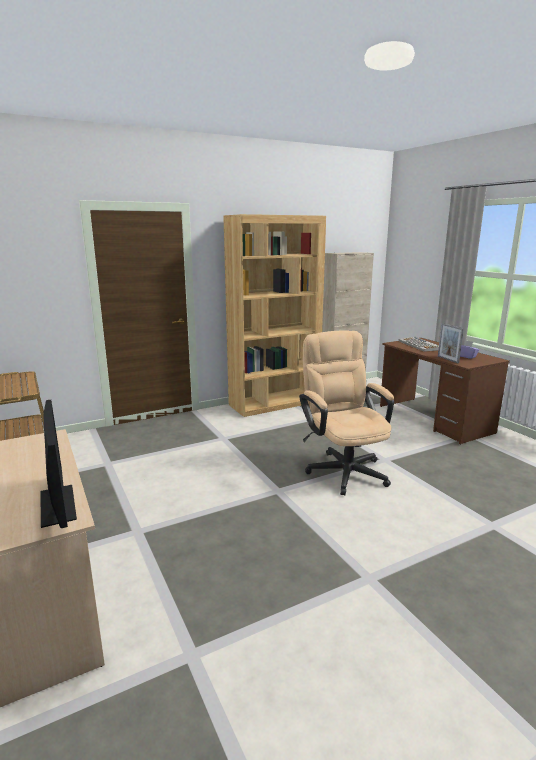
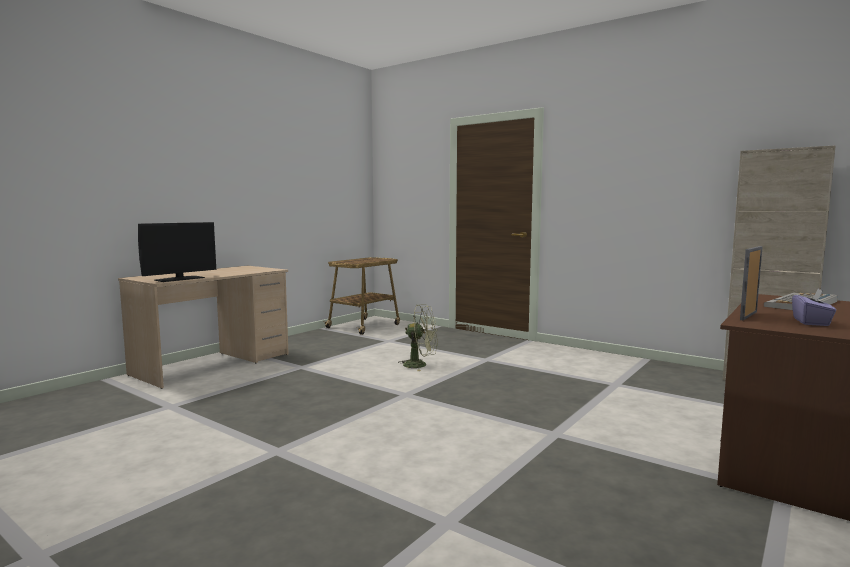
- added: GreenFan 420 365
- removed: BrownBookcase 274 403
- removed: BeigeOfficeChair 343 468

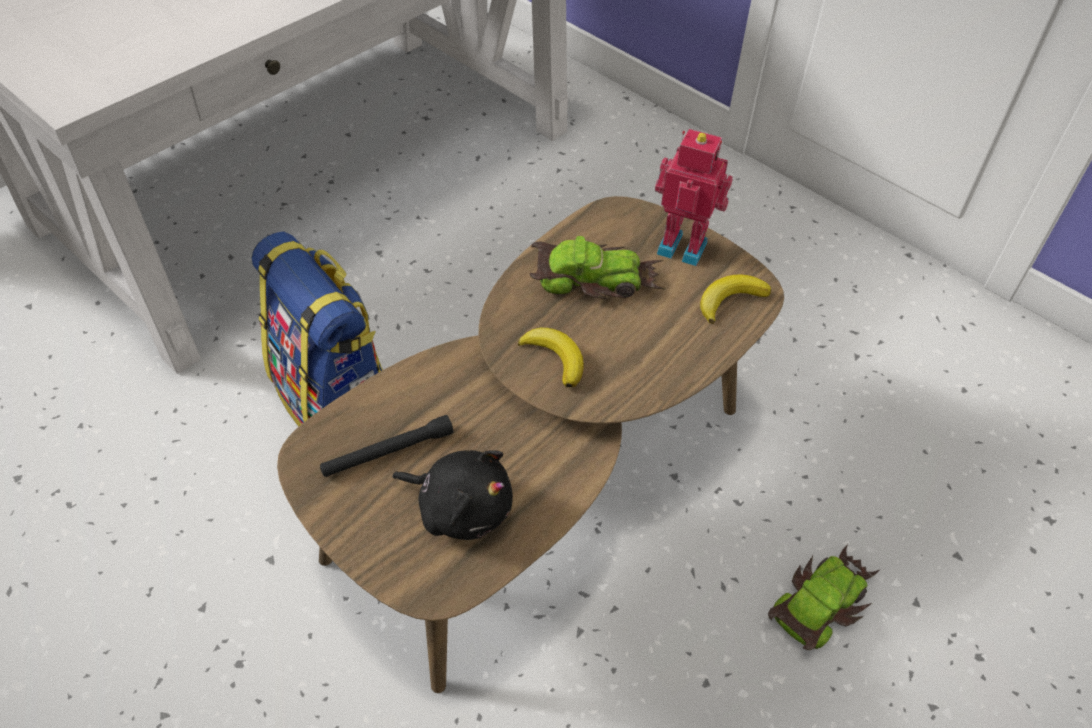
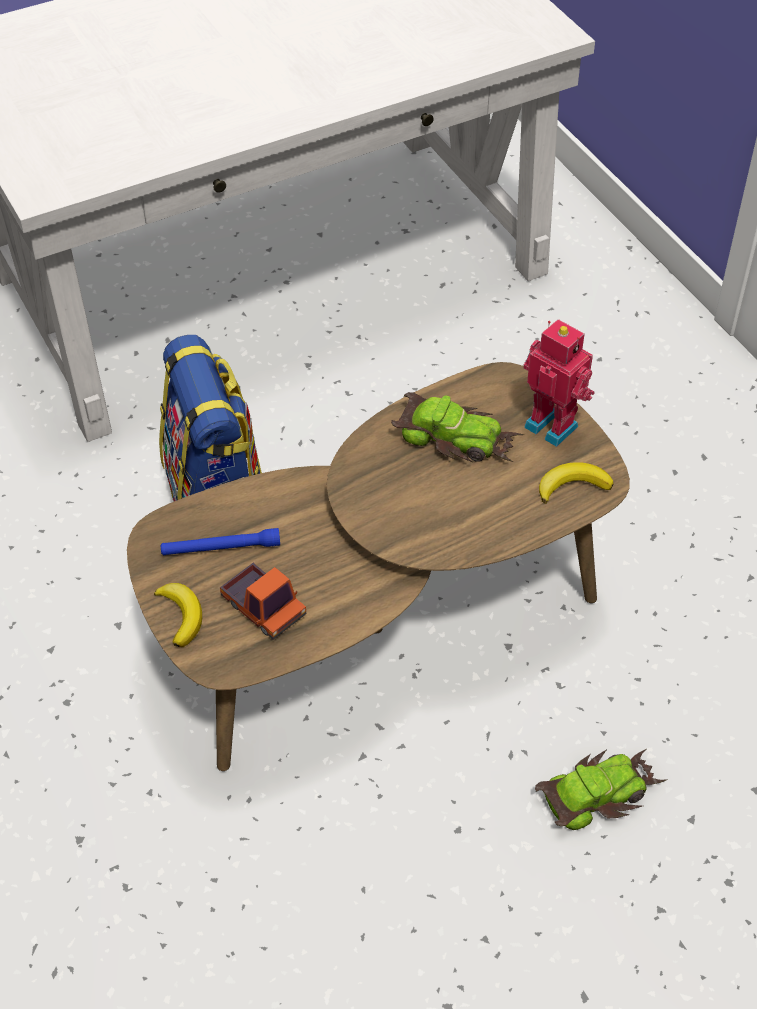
- moved: Banana 555 358 to 181 615
- recoloured: BlackFlashlight 388 452 to BlueFlashlight 221 548
- replaced: BlackPlushToy 461 508 to ToyTruck 263 608

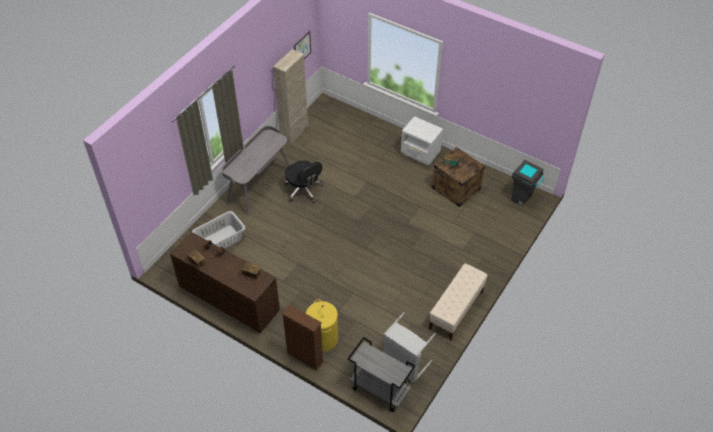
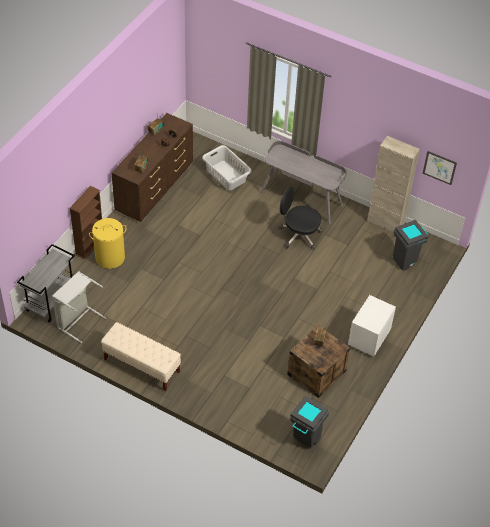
- turned: BlackOfficeChair 304 190 = 299 235 60 degrees clockwise
- added: GreyTrashCan 406 261

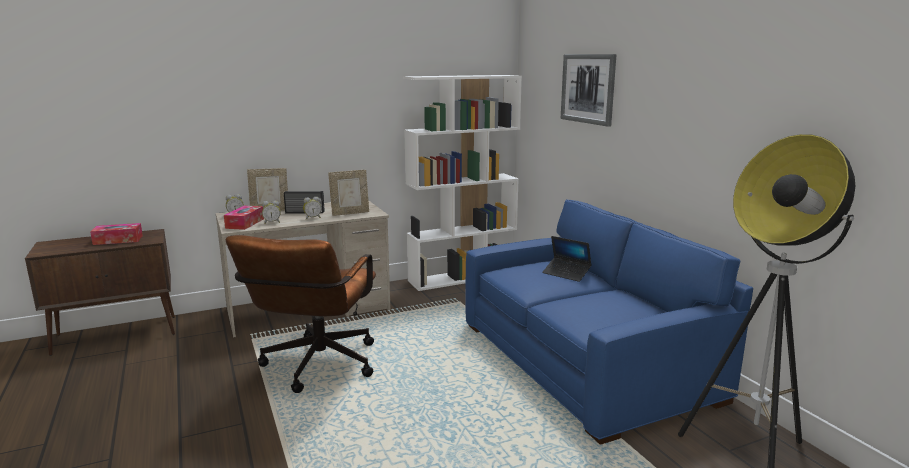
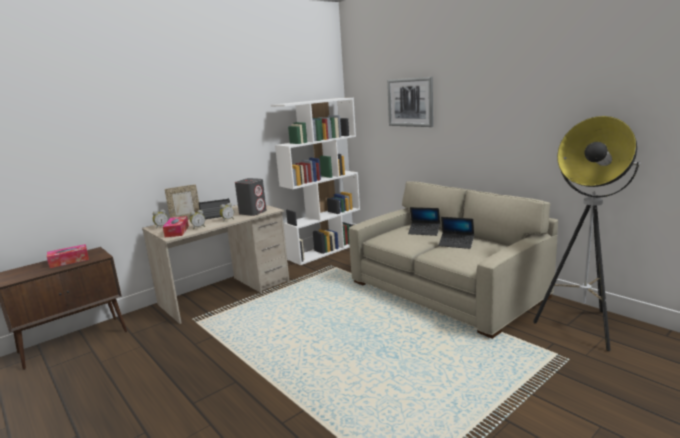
- replaced: PictureFrame 350 213 to GreySpeaker 253 212
- recoloured: BlueSofa 586 360 to BeigeSofa 447 289
- added: Laptop 456 244
- removed: BrownOfficeChair 316 368

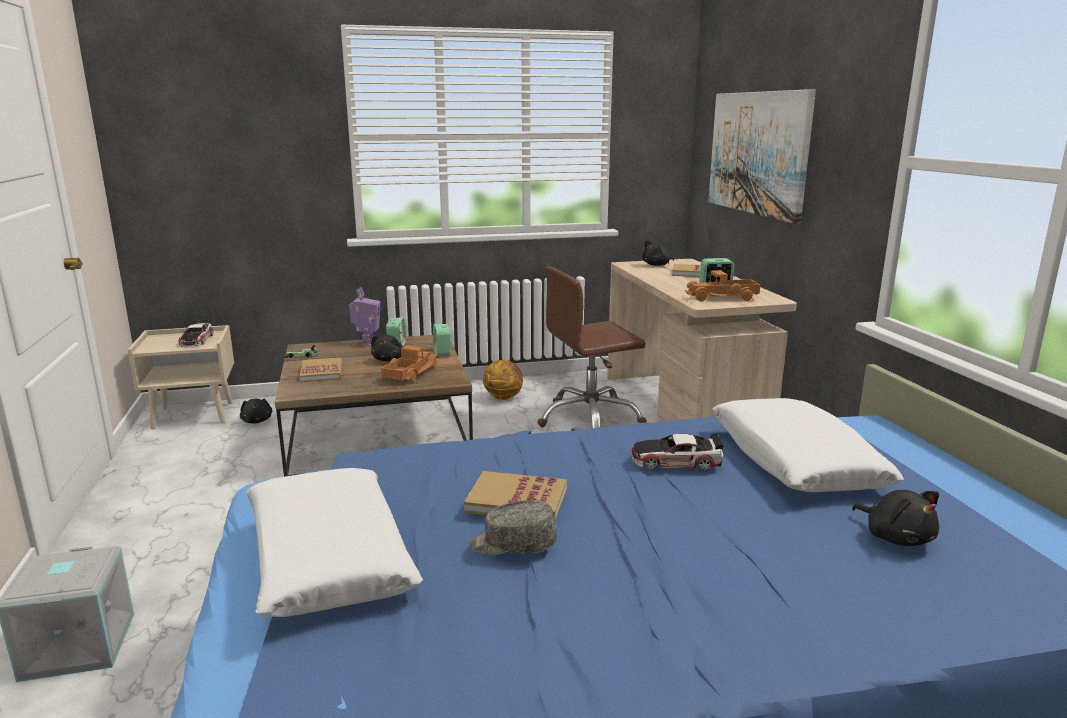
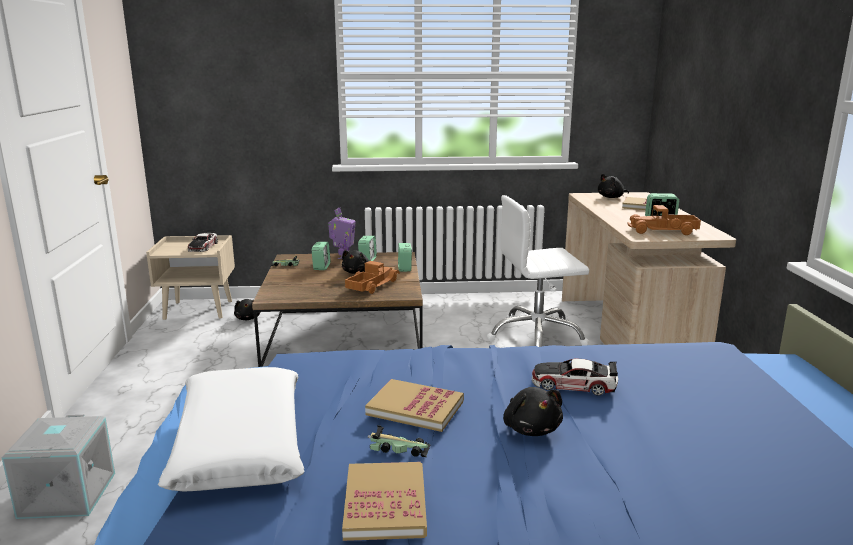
- added: AlarmClock 321 267
- moved: Book 321 372 to 385 504
- replaced: GreyCap 513 545 to ToyCar 398 448
- recoloured: BrownOfficeChair 590 419 to WhiteOfficeChair 536 337
- moved: BlackPlushToy 896 537 to 531 428
- removed: Basketball 503 397
- removed: Picture 758 153
- removed: WhitePillow 795 462

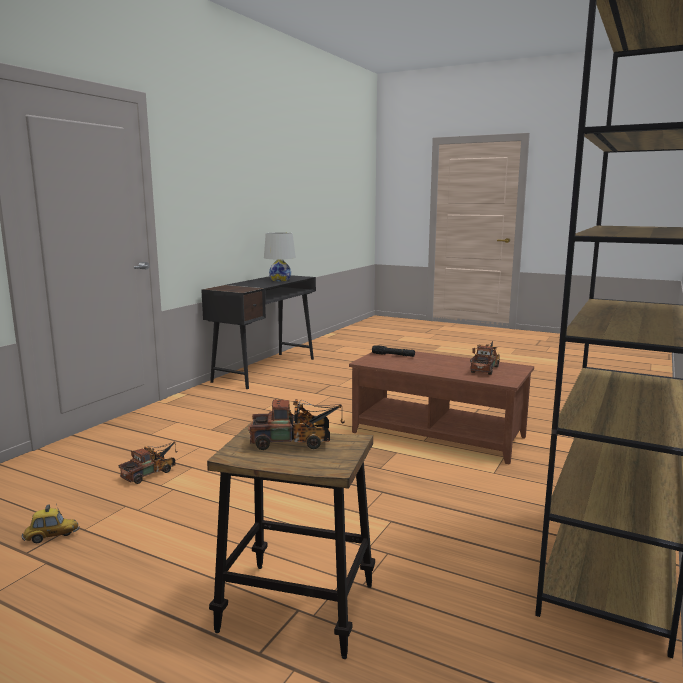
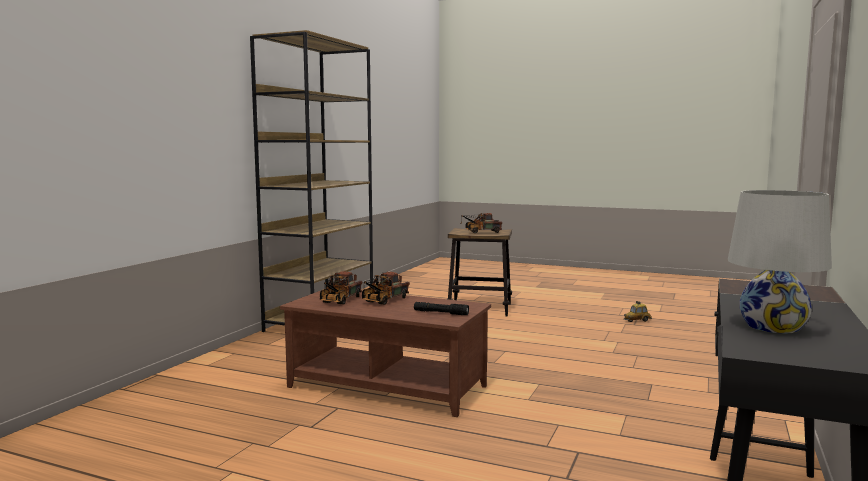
- moved: ToyTruck 152 473 to 383 301

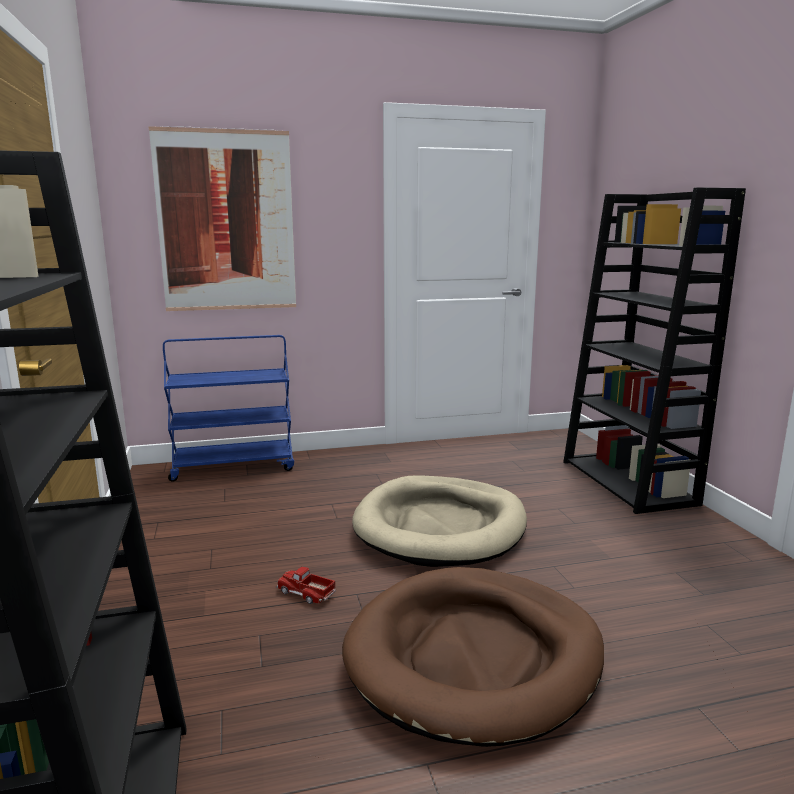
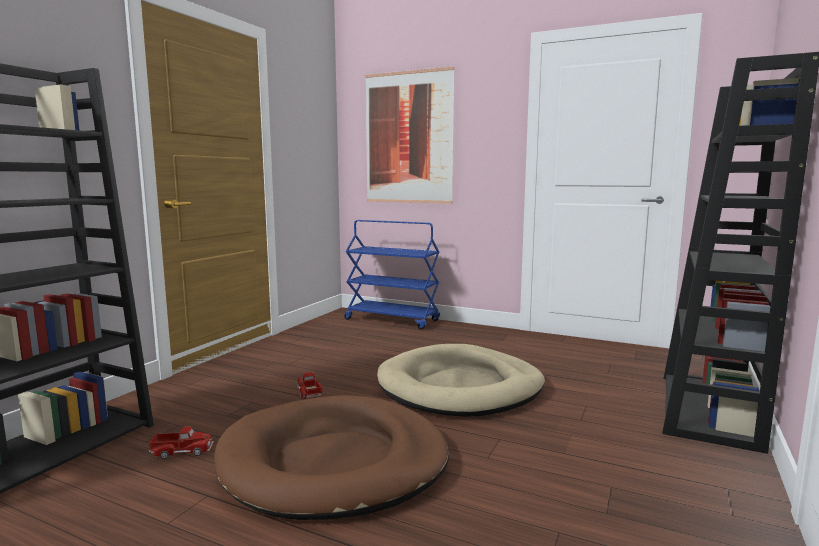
- added: ToyTruck 182 451

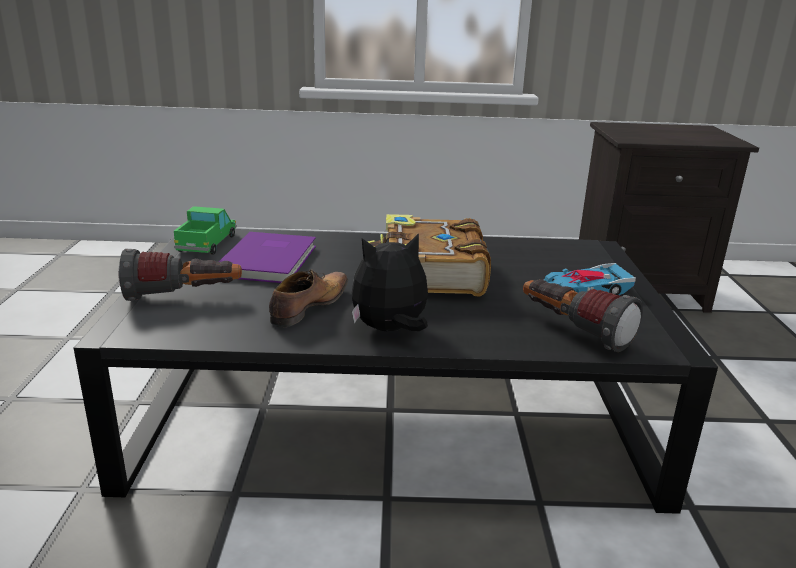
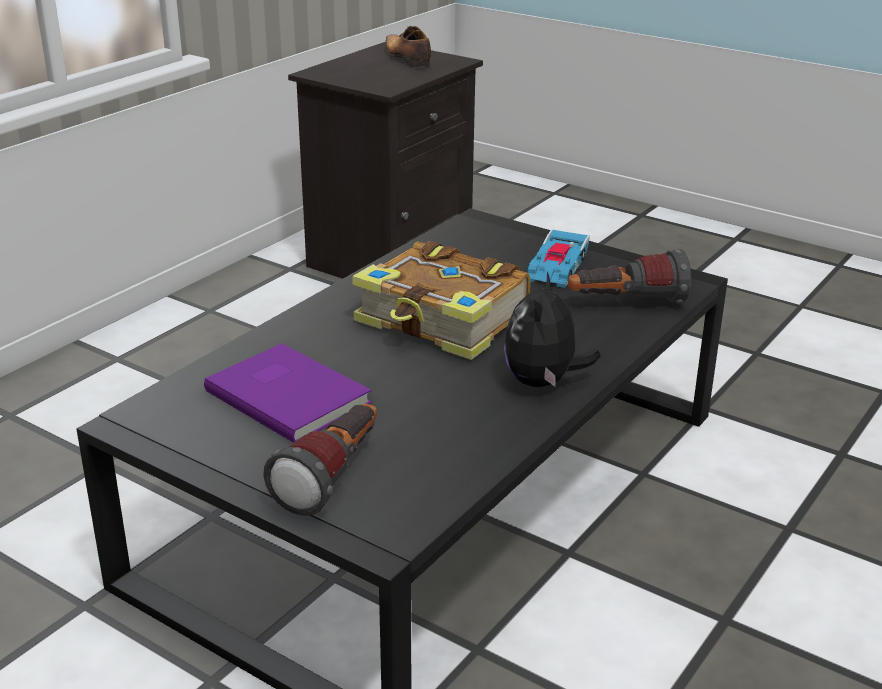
- moved: Shoe 308 307 to 406 58
- removed: ToyTruck 207 243

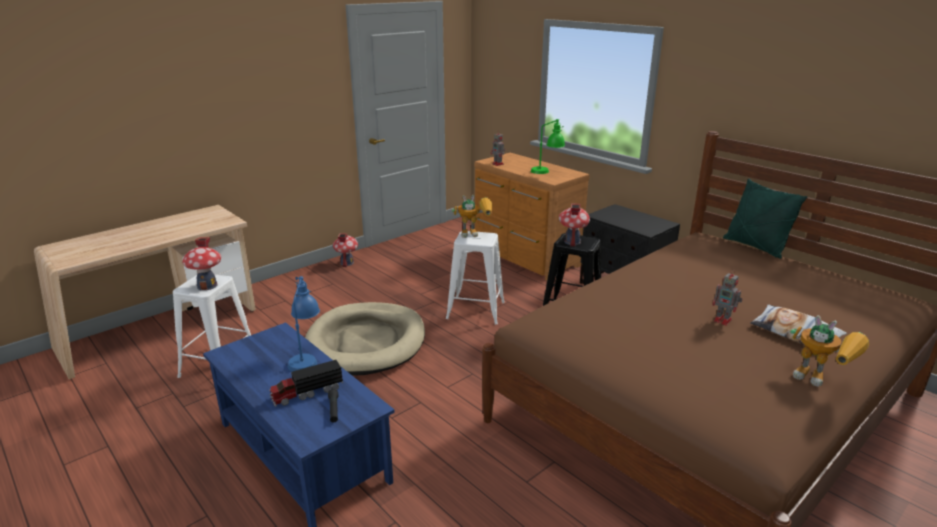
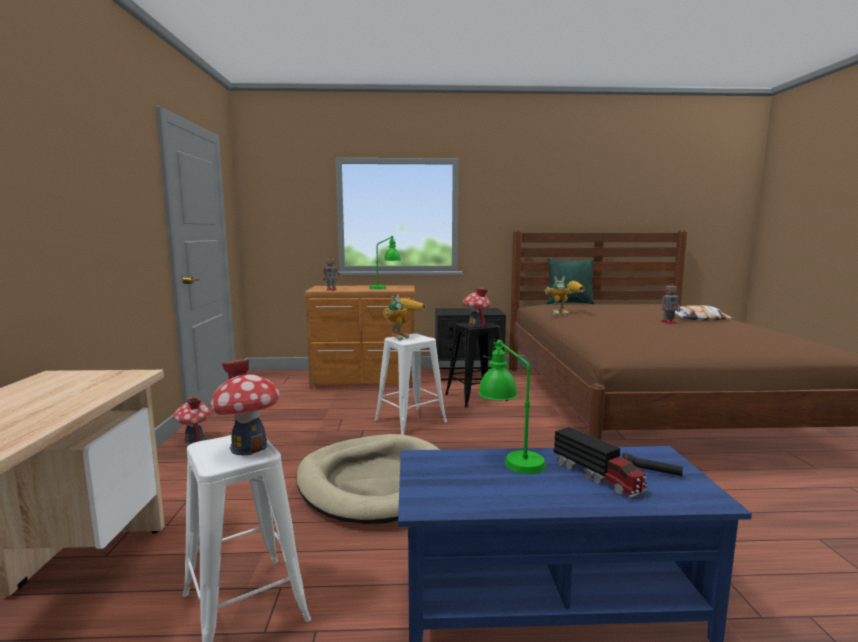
- recoloured: BlueTableLamp 306 357 to GreenTableLamp 509 458
- moved: ToyRobot 822 380 to 564 313
- turned: ToyTruck 306 393 = 598 476 45 degrees counterclockwise

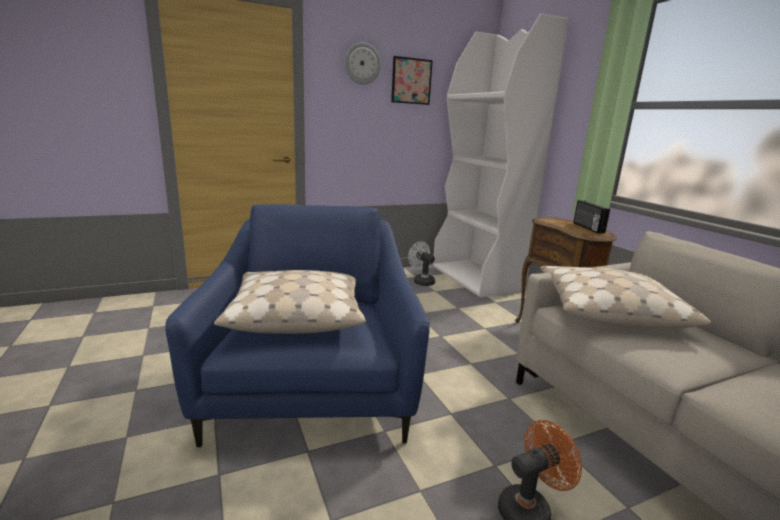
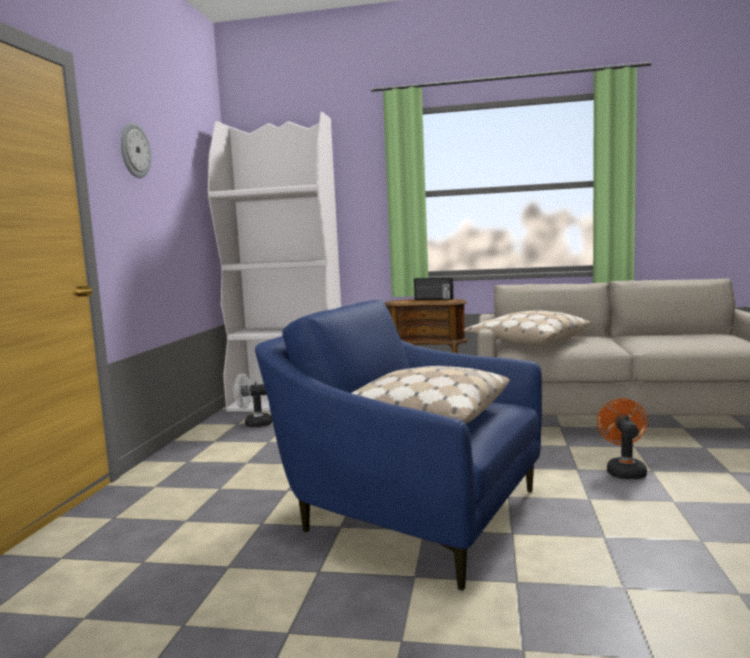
- removed: Picture 411 81

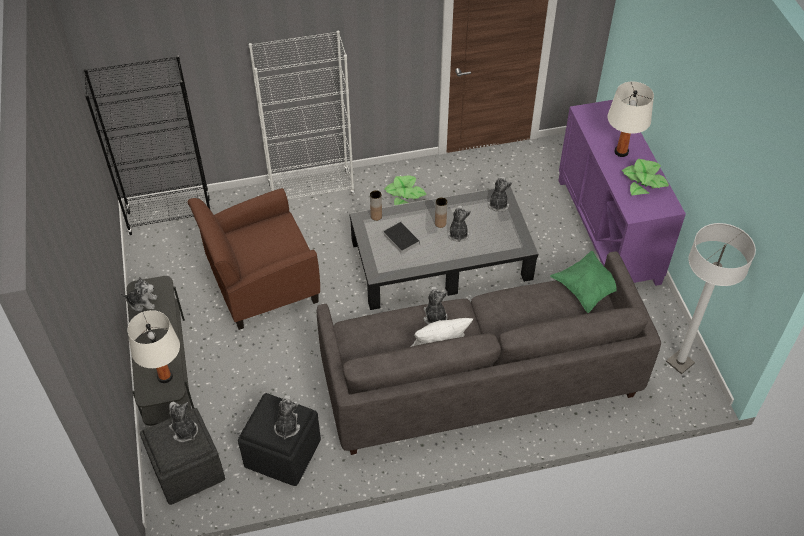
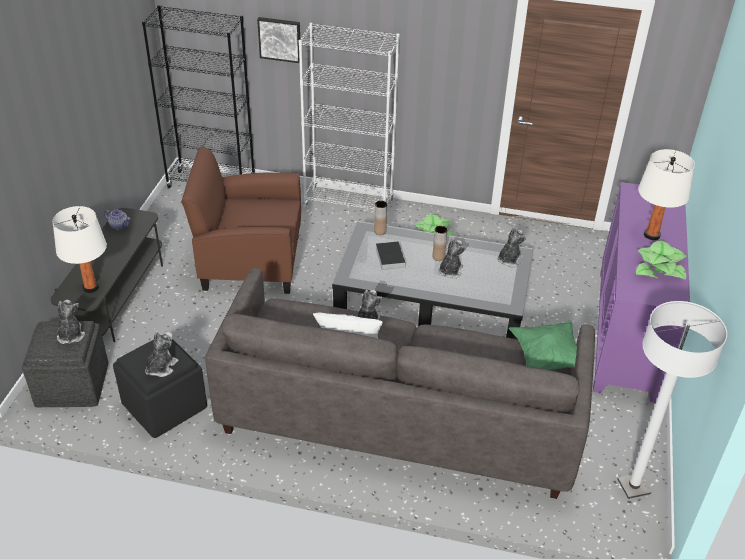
- replaced: PlushToy 142 302 to Teapot 119 225
- added: Picture 280 39

